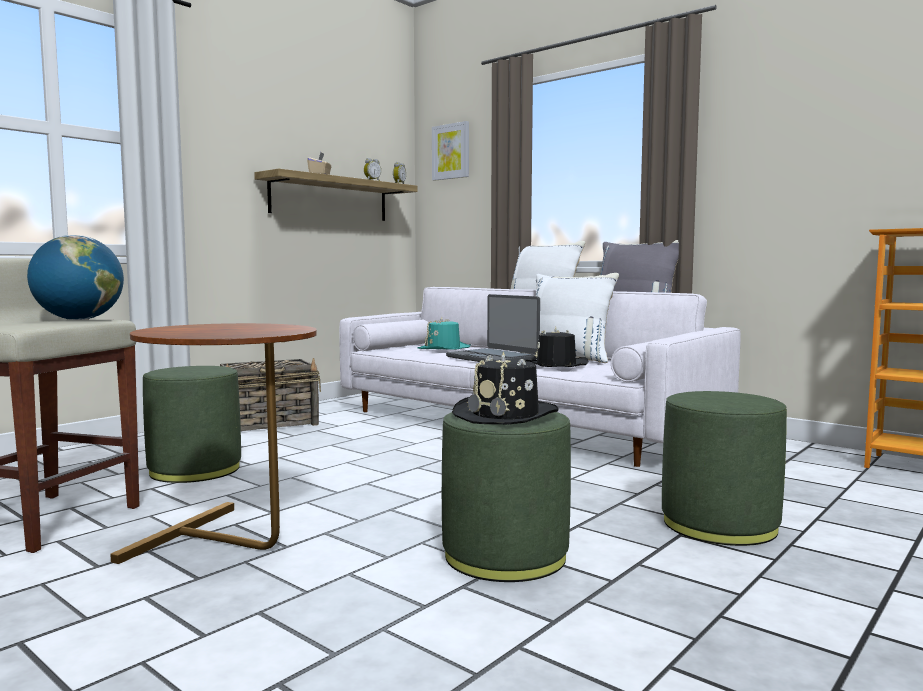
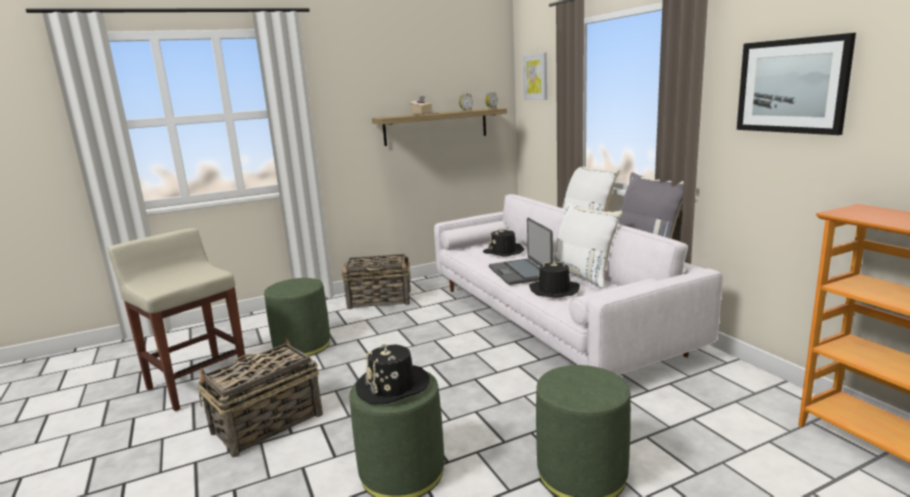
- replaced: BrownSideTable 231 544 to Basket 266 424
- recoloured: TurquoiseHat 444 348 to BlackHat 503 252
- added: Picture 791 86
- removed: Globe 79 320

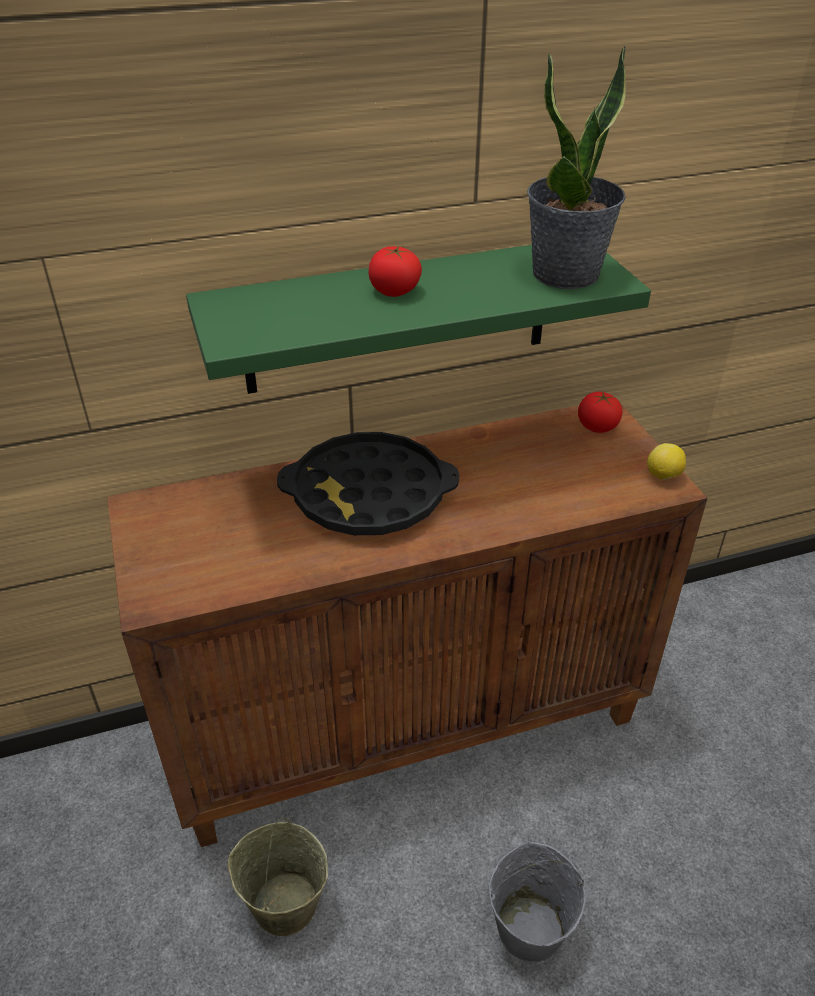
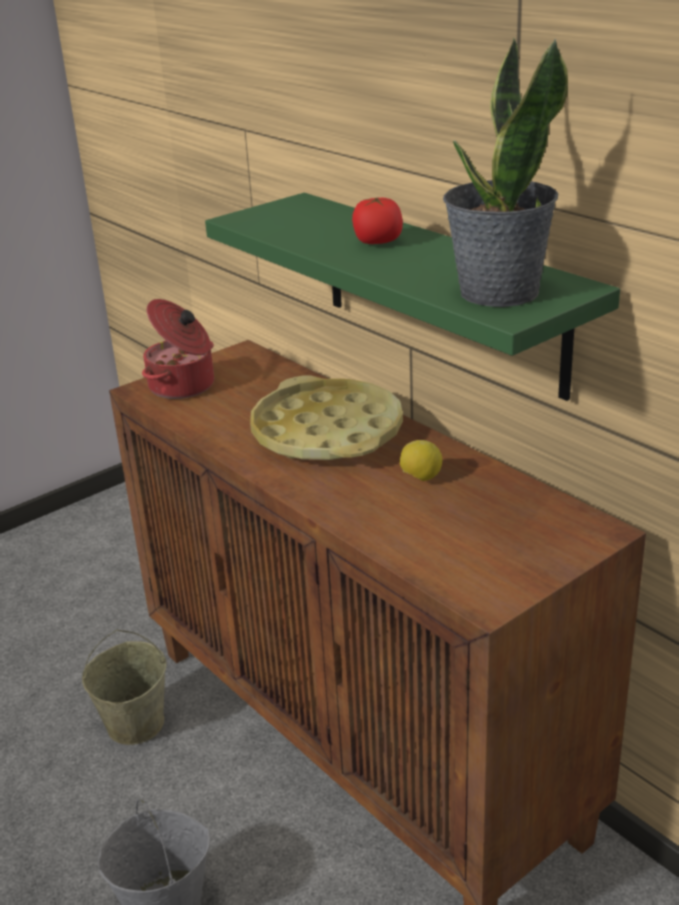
- added: CookingPot 183 386
- recoloured: BlackTray 369 495 to YellowTray 327 433
- moved: Lemon 663 476 to 420 478
- removed: Tomato 597 426

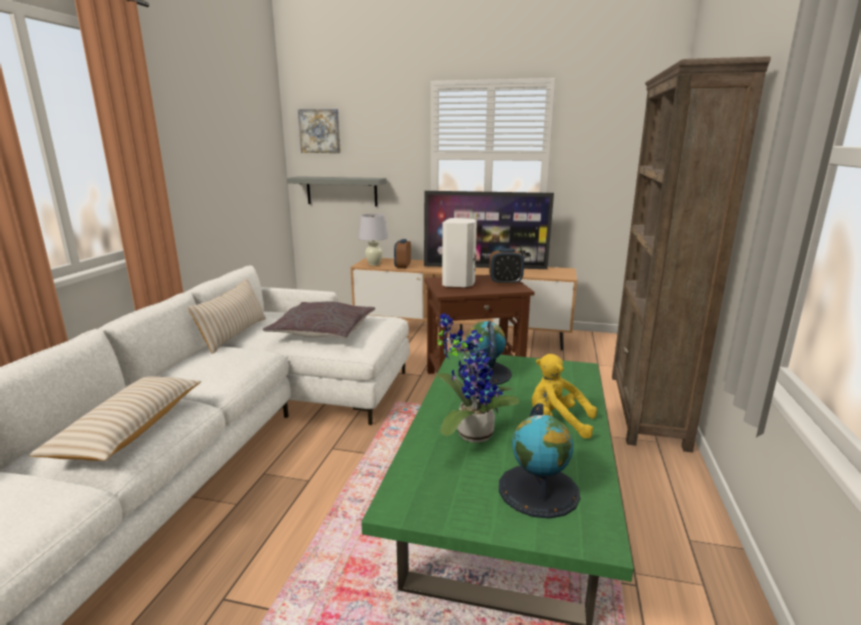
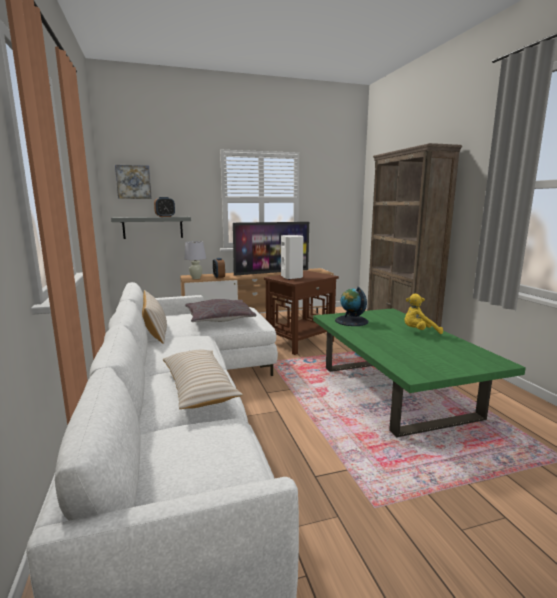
- moved: AlarmClock 505 282 to 165 216
- removed: PottedPlant 470 433
- removed: Globe 539 490

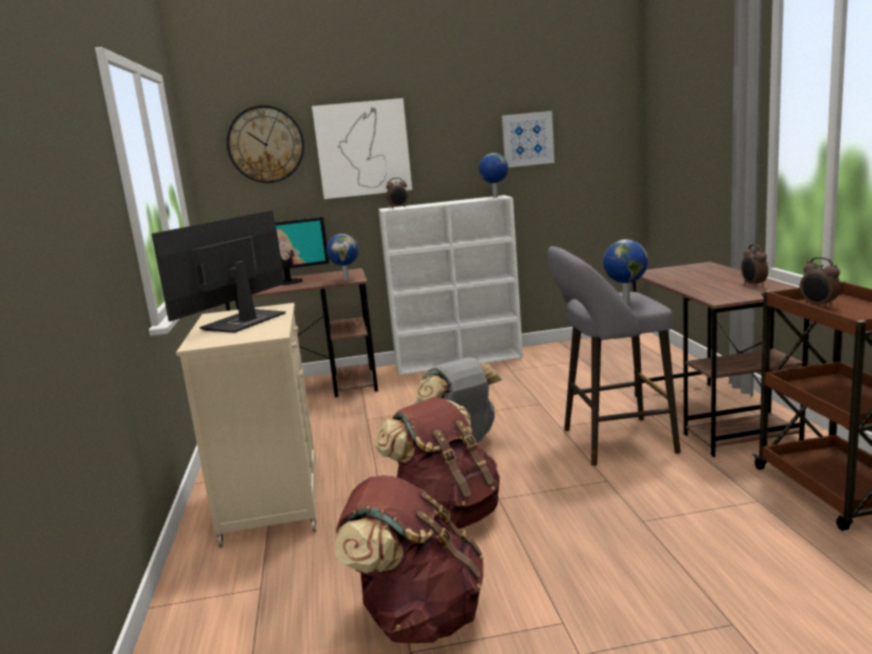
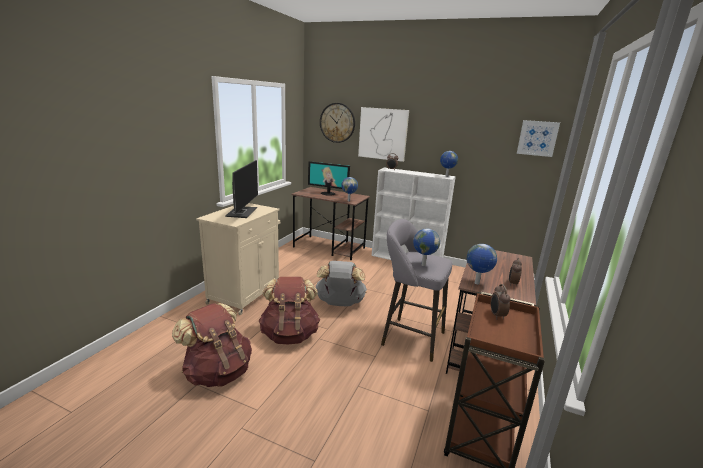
- turned: Monitor 243 322 = 242 212 120 degrees clockwise
- added: Globe 477 283
- moved: Picture 527 139 to 537 138

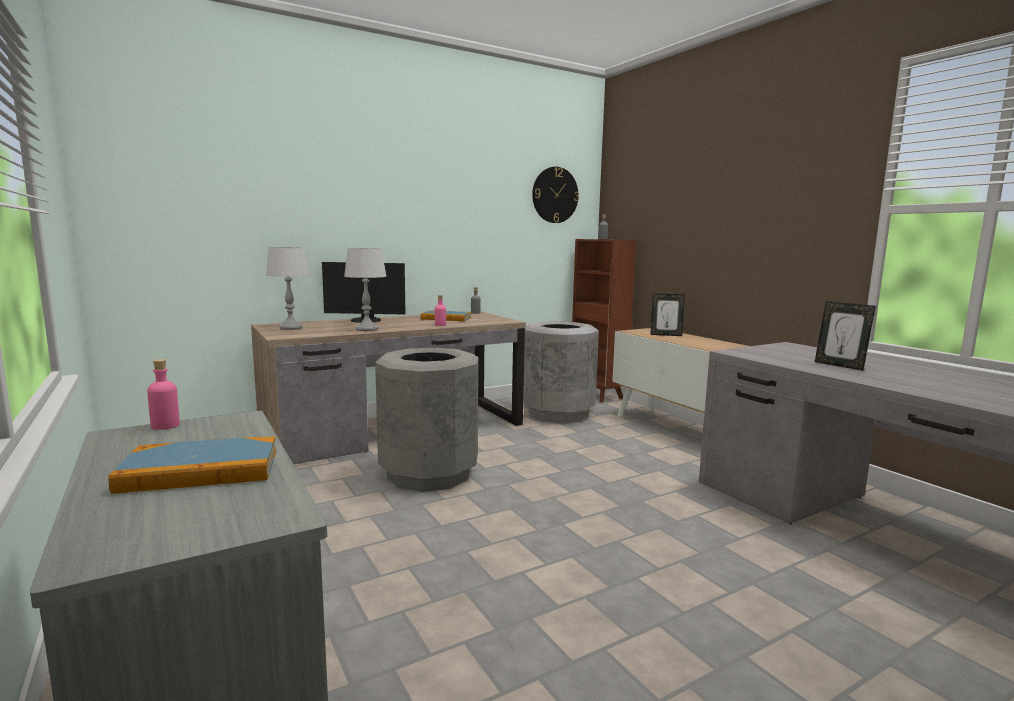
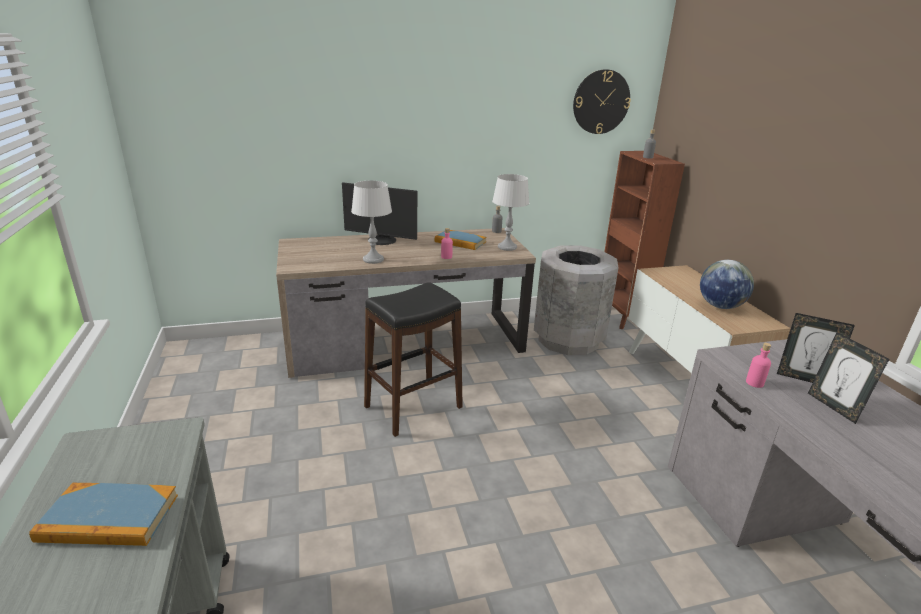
- replaced: GreyTrashCan 429 474 to BlackStool 413 407
- moved: GreyTableLamp 290 328 to 507 247
- added: Globe 720 306
- moved: PinkBottle 165 425 to 754 383
- moved: PictureFrame 666 335 to 803 378

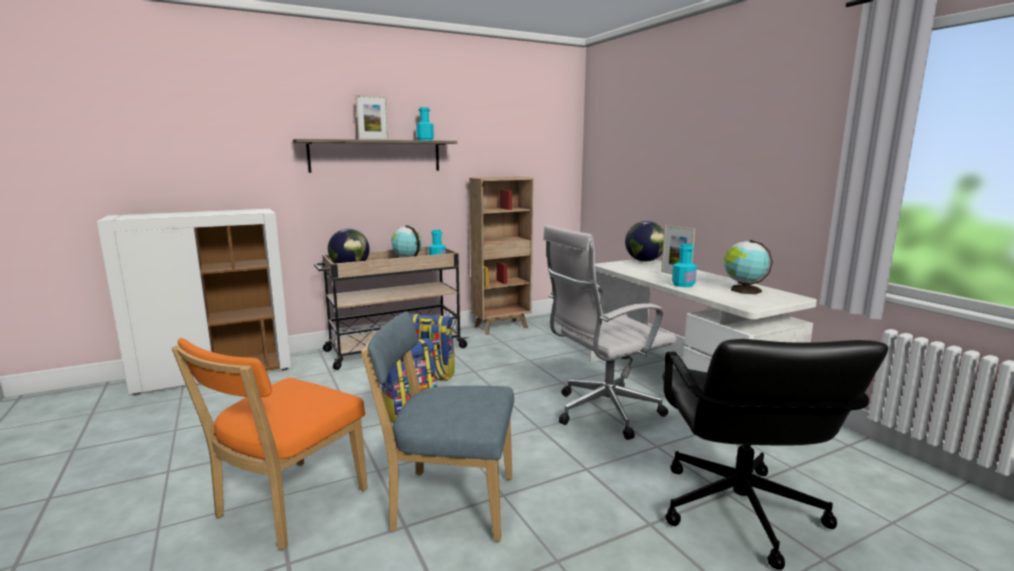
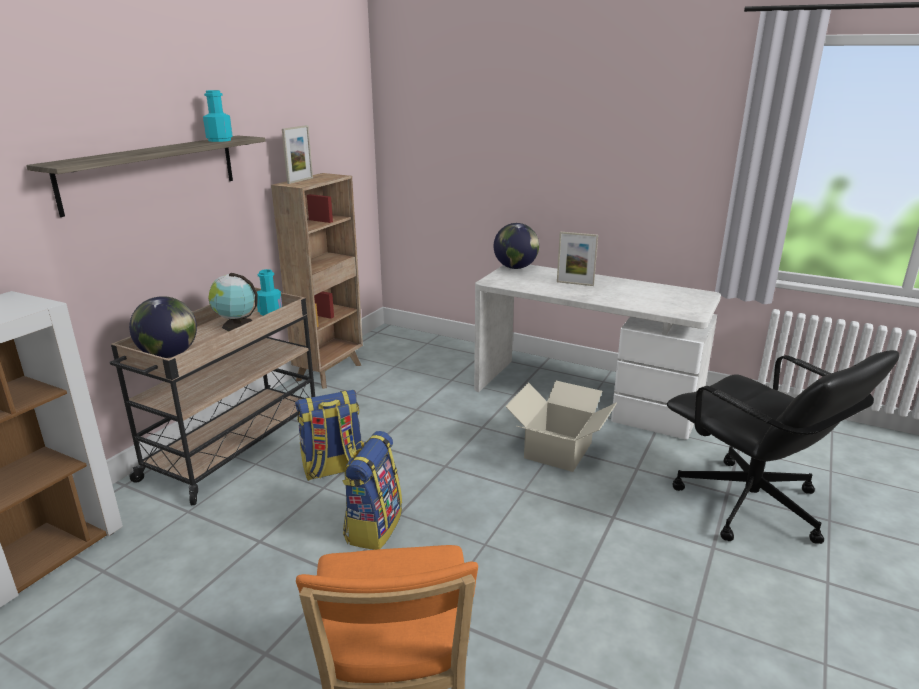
- moved: PictureFrame 373 139 to 300 180
- replaced: WhiteOfficeChair 602 413 to CardboardBox 557 450
- removed: BlueChair 447 502
- removed: TurquoiseBottle 683 285
- removed: Globe 743 290

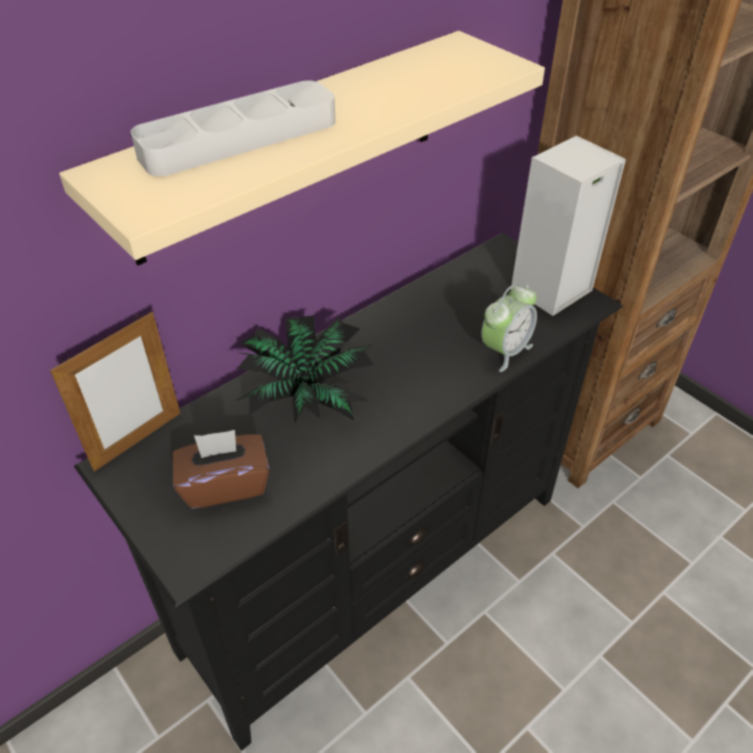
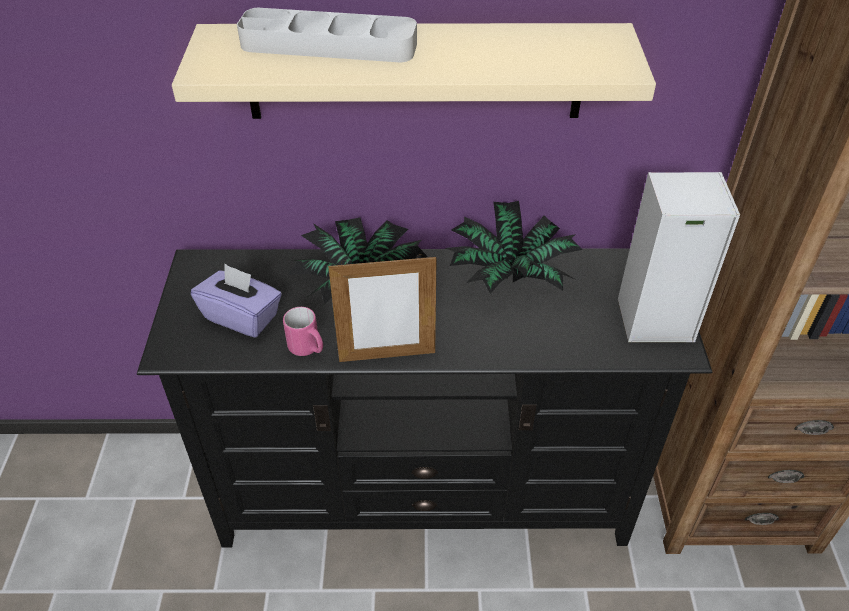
- recoloured: BrownTissueBox 225 484 to PurpleTissueBox 242 316
- added: PinkMug 308 349
- moved: PictureFrame 138 441 to 387 356
- added: PottedPlant 510 274
- removed: AlarmClock 505 351

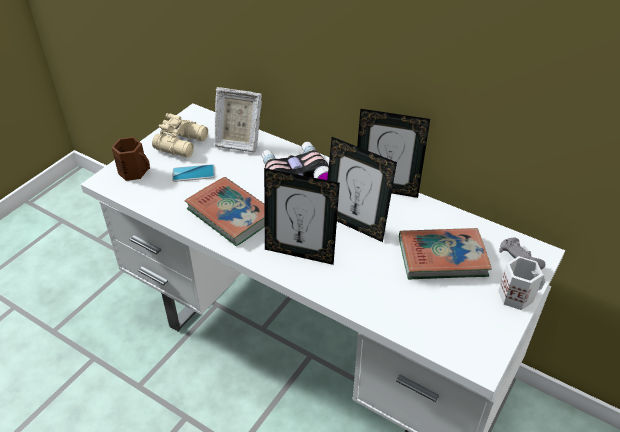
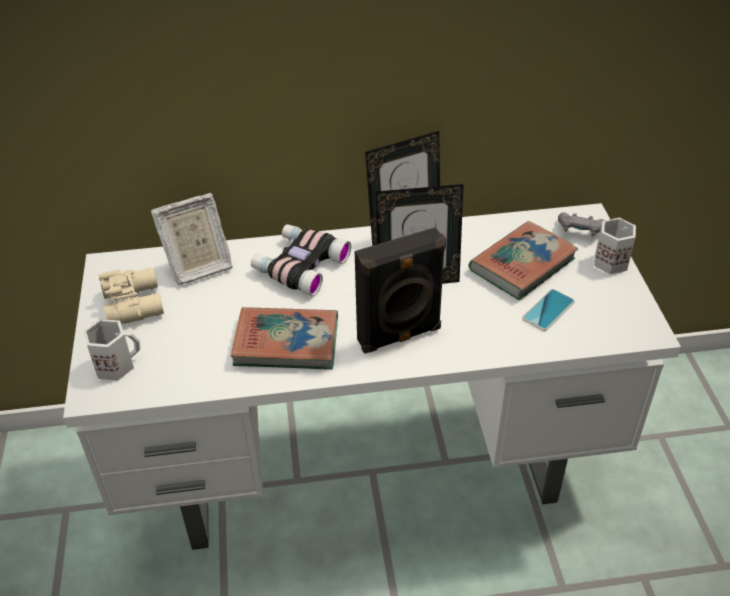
- recoloured: BrownMug 134 171 to WhiteMug 115 364
- replaced: PictureFrame 300 252 to BlackSpeaker 400 336
- moved: Phone 193 173 to 548 310

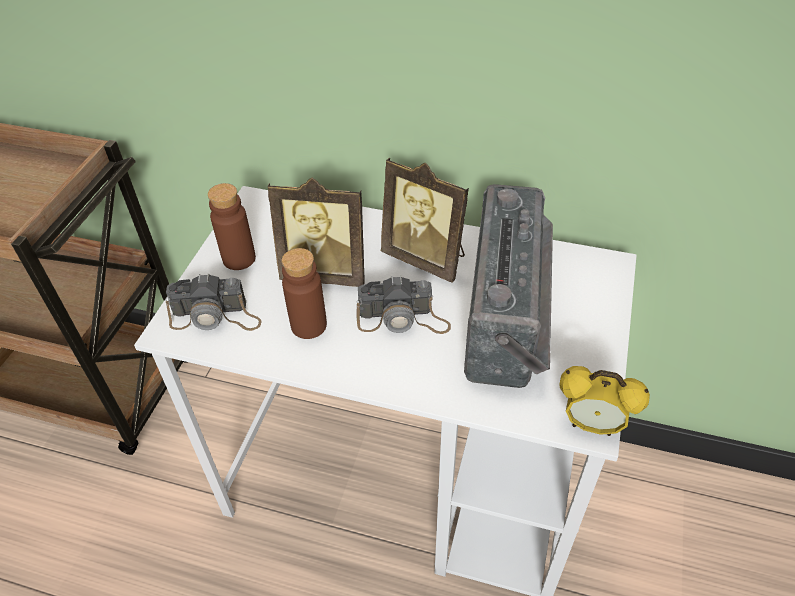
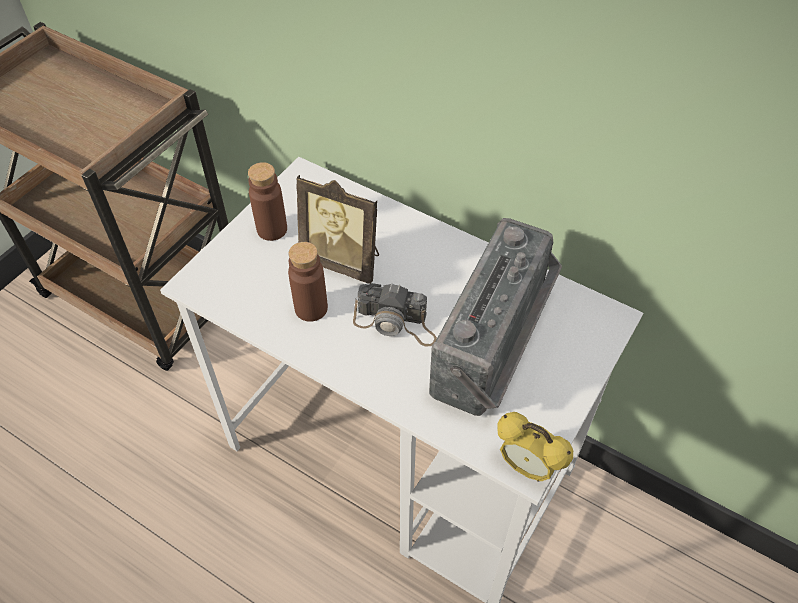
- removed: PhotoCamera 216 316
- removed: PictureFrame 426 258

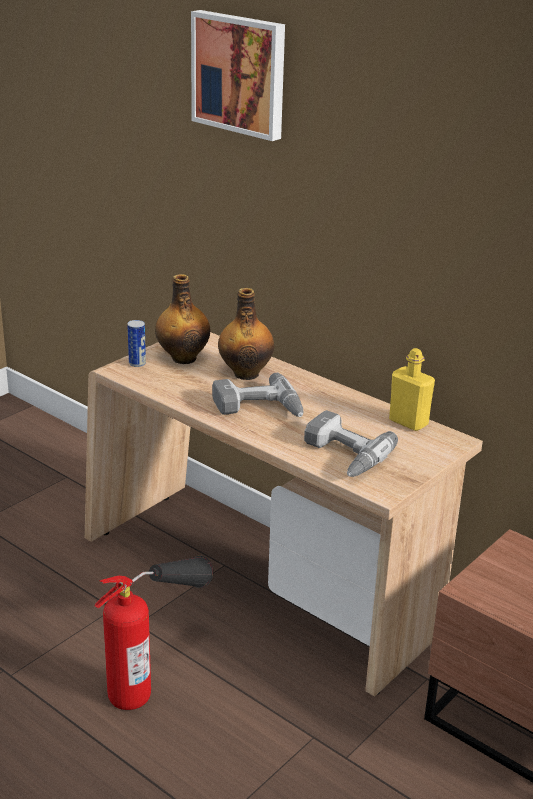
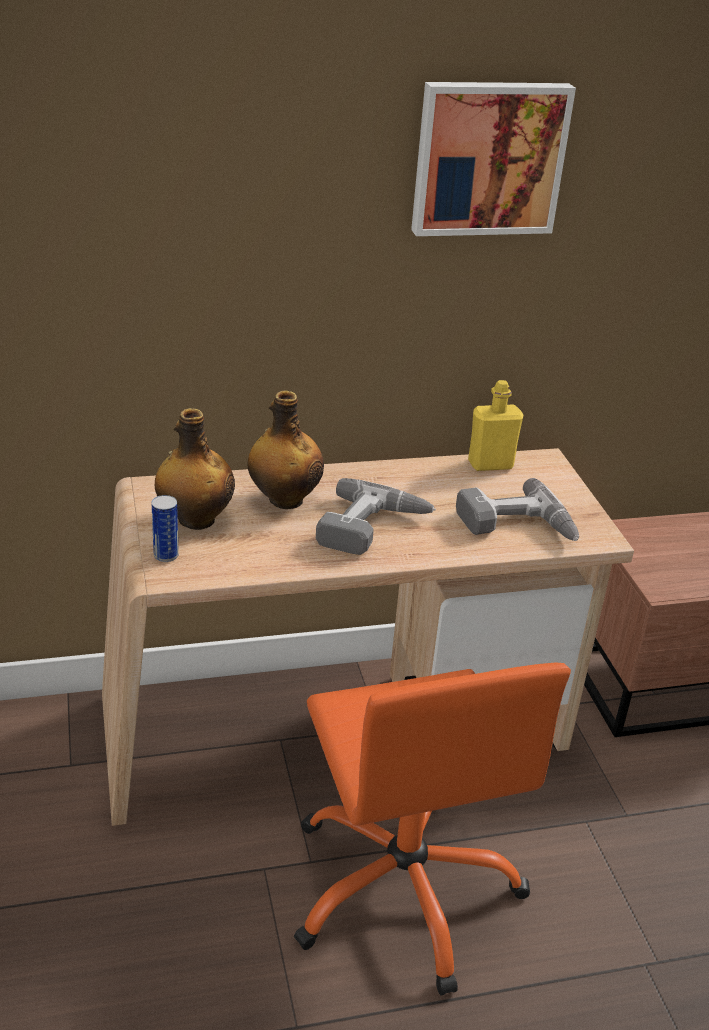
- replaced: FireExtinguisher 156 672 to OrangeOfficeChair 404 888
- moved: Picture 240 74 to 488 158

